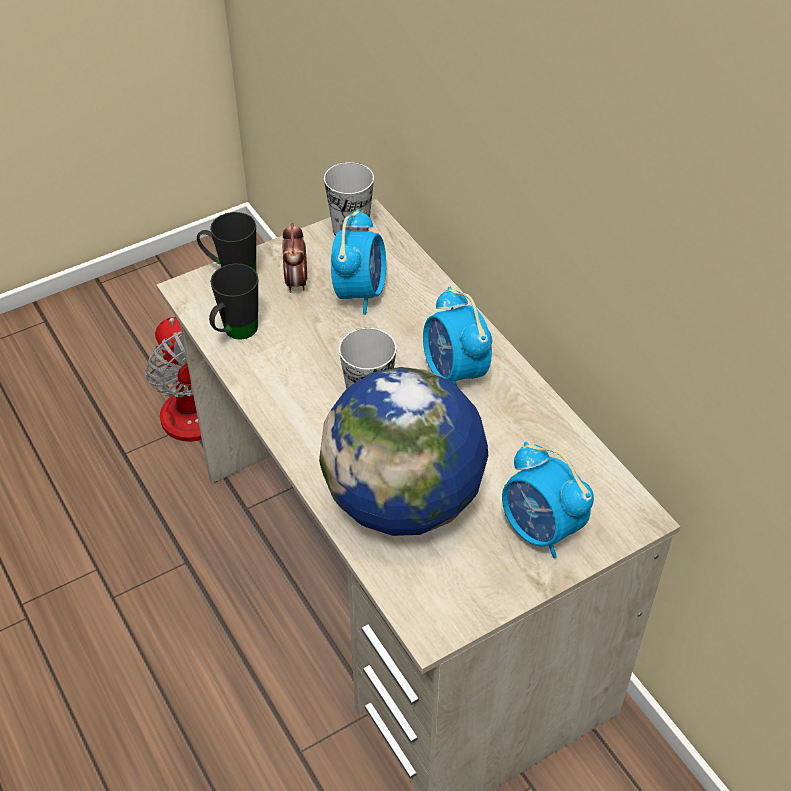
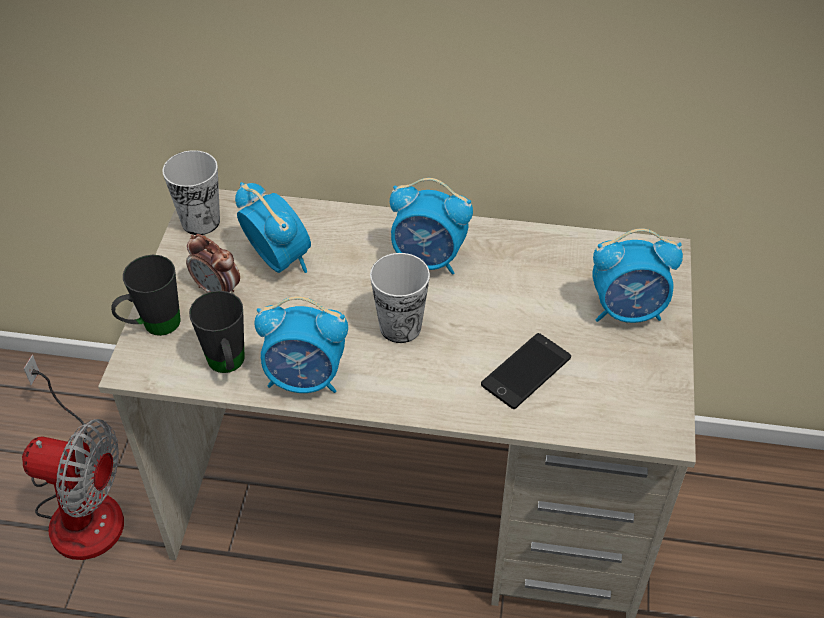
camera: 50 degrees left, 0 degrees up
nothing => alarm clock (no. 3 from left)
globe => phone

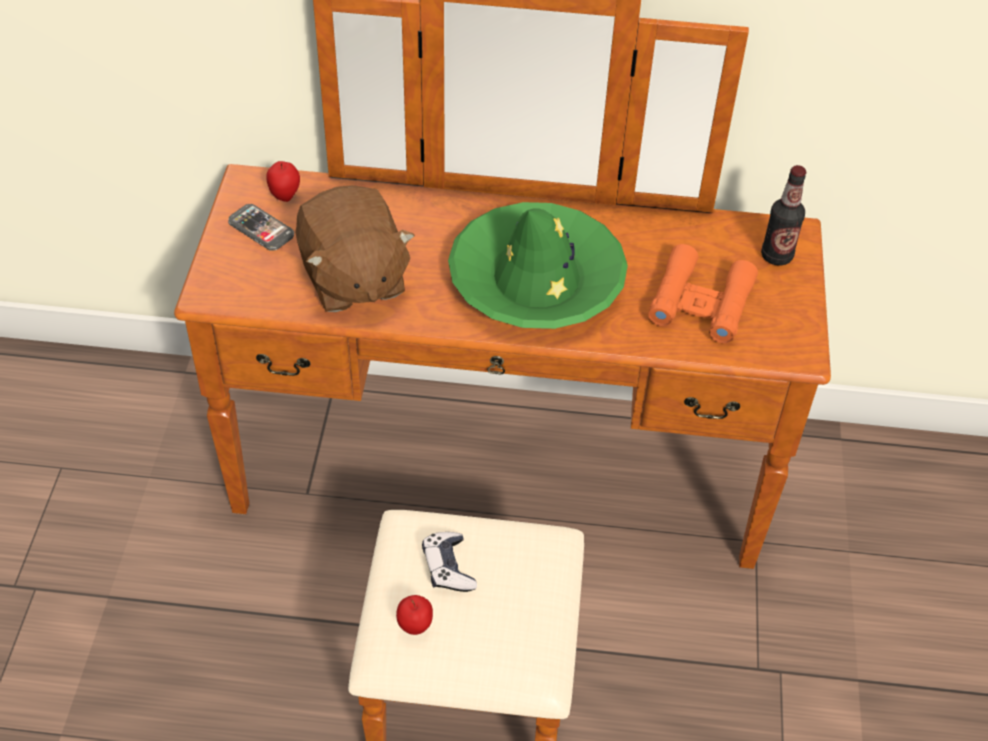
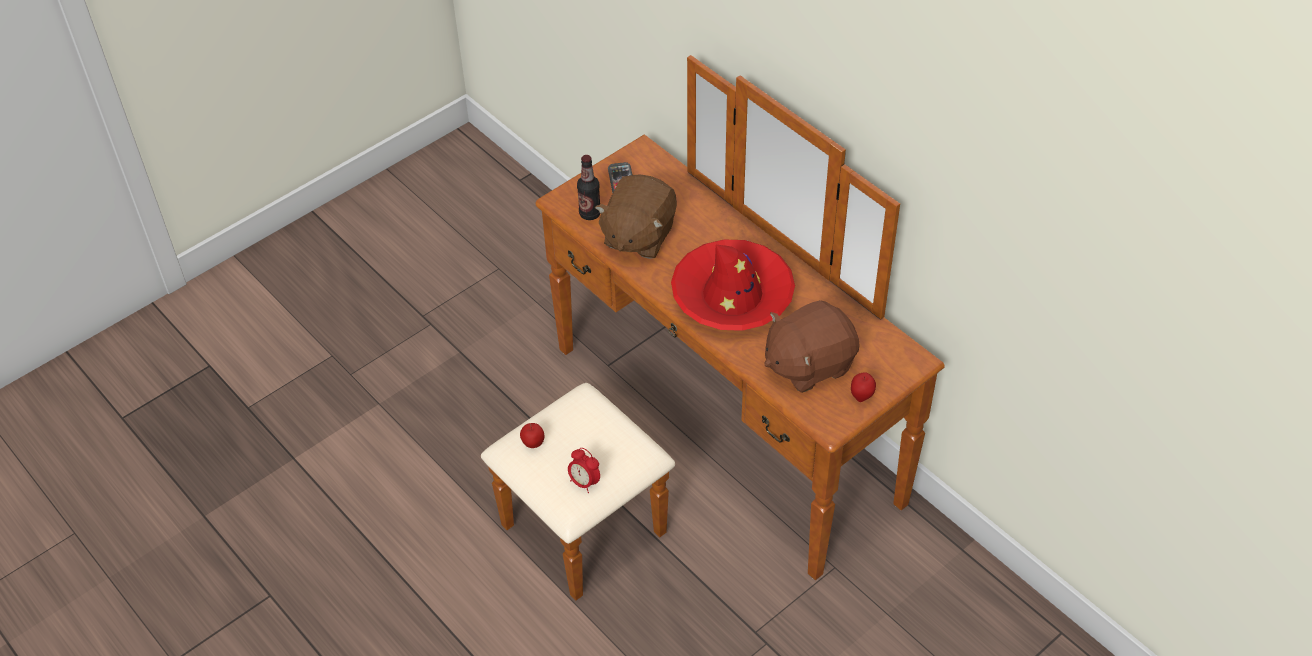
camera: 45 degrees right, 0 degrees up
game controller => nothing
nothing => alarm clock
apple (no. 1 from left in the first image) => apple (no. 2 from left), relocated
bottle, relocated
orange binoculars => brown plush toy (no. 2 from left)
green hat => red hat

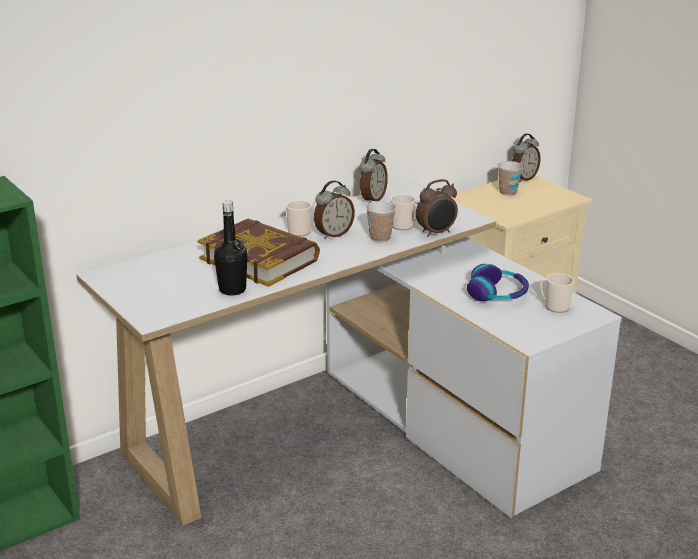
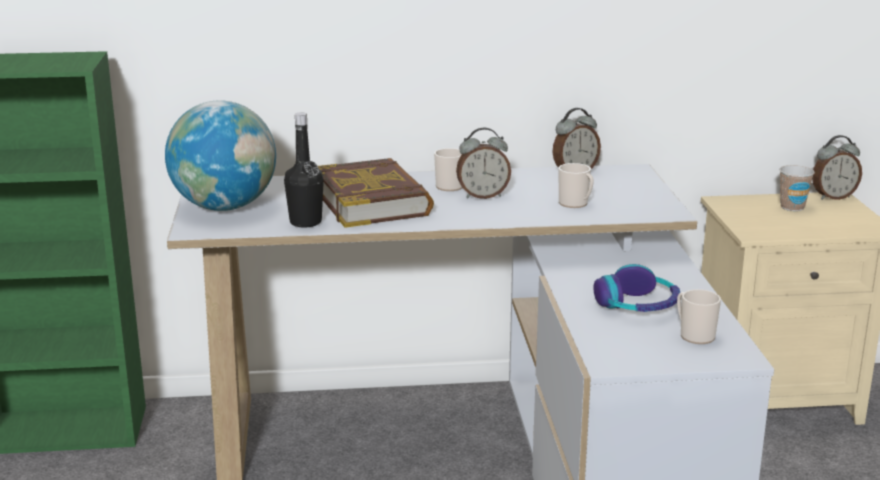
camera: 30 degrees right, 5 degrees down
cup (no. 1 from left) => nothing
alarm clock (no. 3 from left) => nothing
nothing => globe

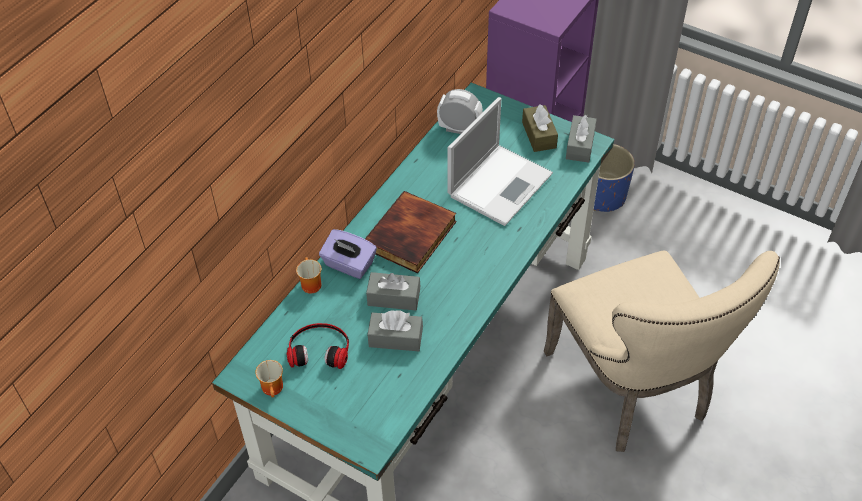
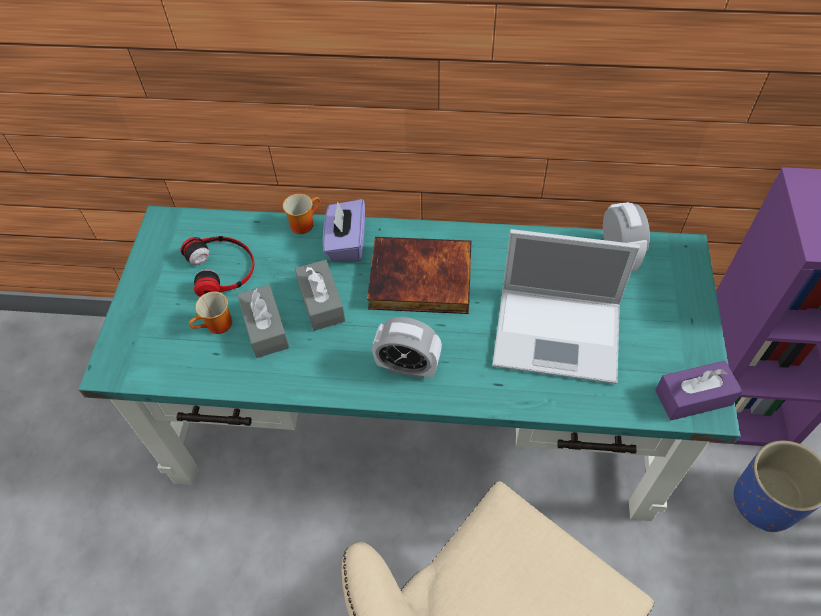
camera: 65 degrees right, 5 degrees up
brown tissue box => nothing
nothing => alarm clock (no. 1 from left)
mug (no. 1 from left), relocated
grey tissue box (no. 3 from left) => purple tissue box (no. 2 from left)

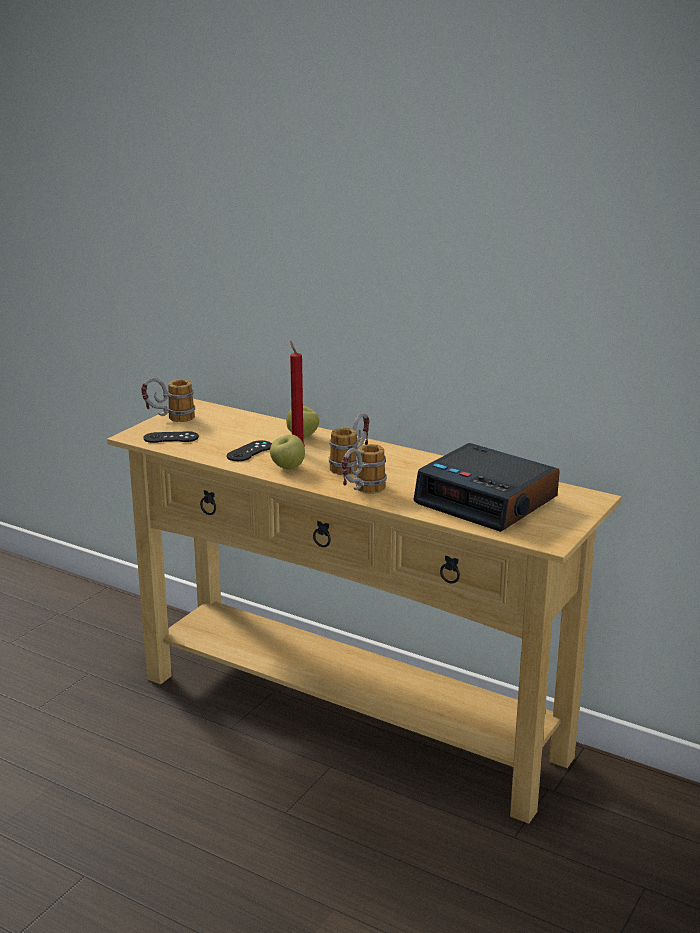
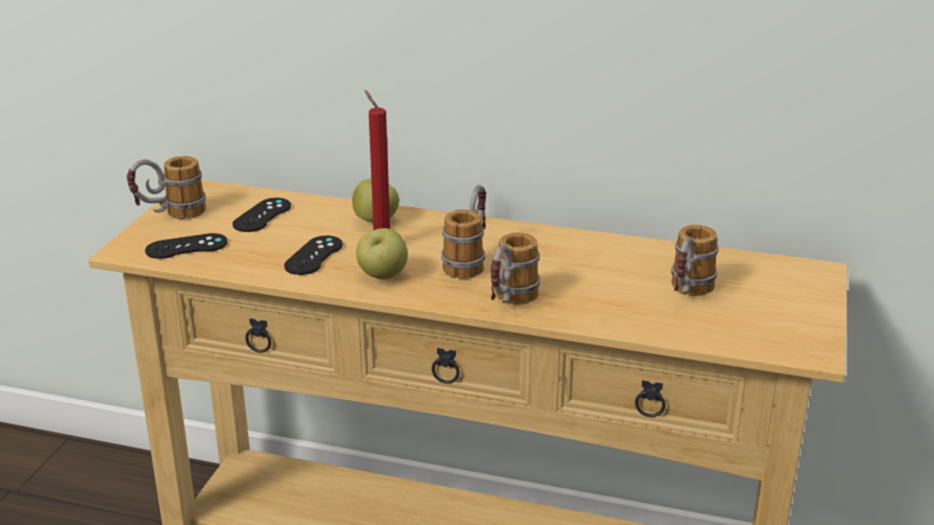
camera: 15 degrees left, 5 degrees up
nothing => black game controller (no. 2 from left)
alarm clock => mug (no. 4 from left)

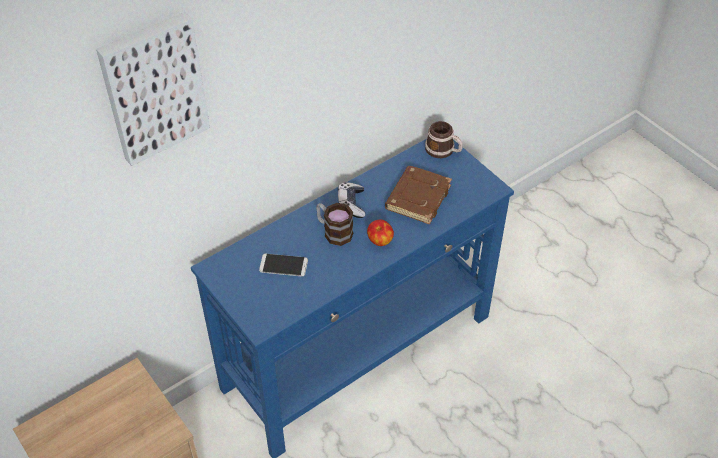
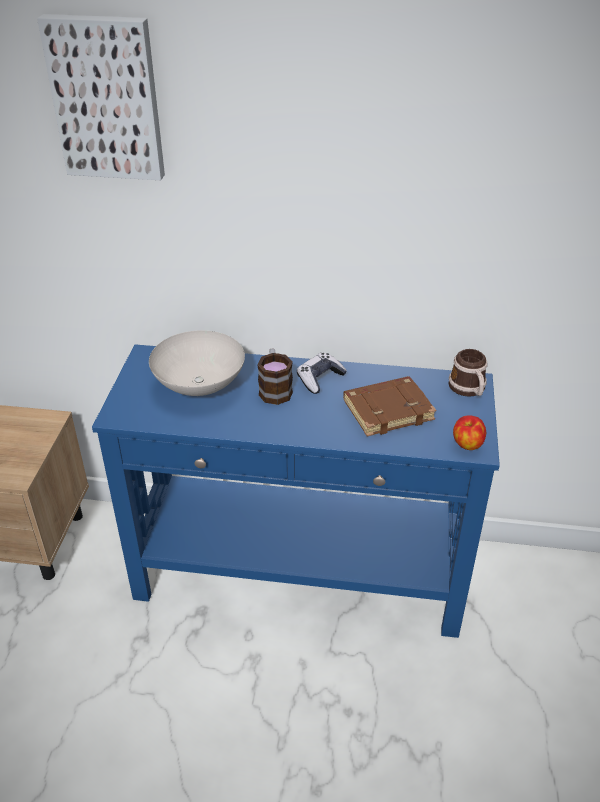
camera: 45 degrees right, 10 degrees down
apple, relocated
phone => white bowl

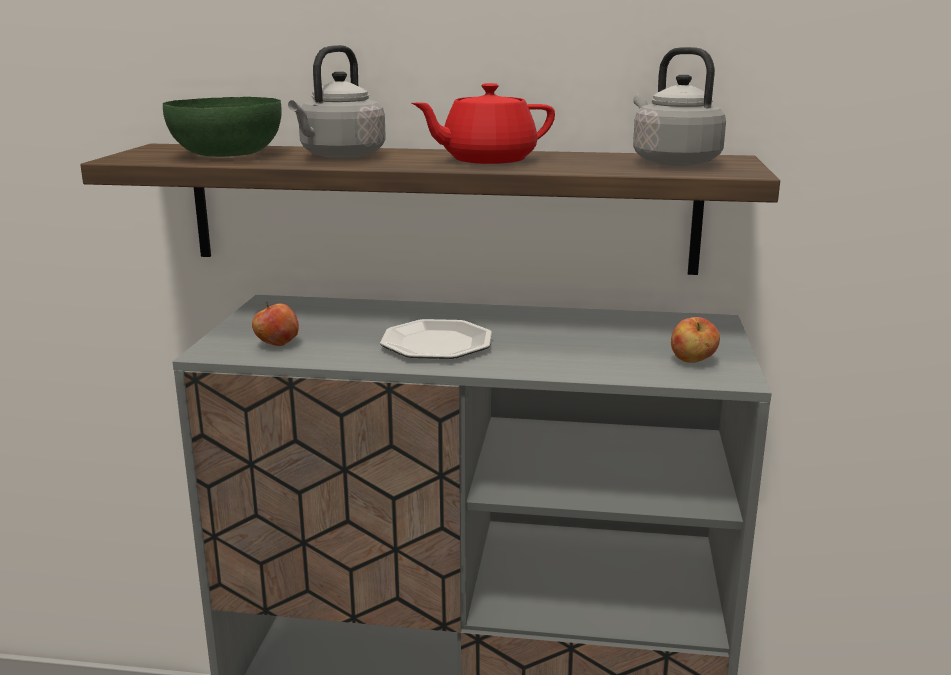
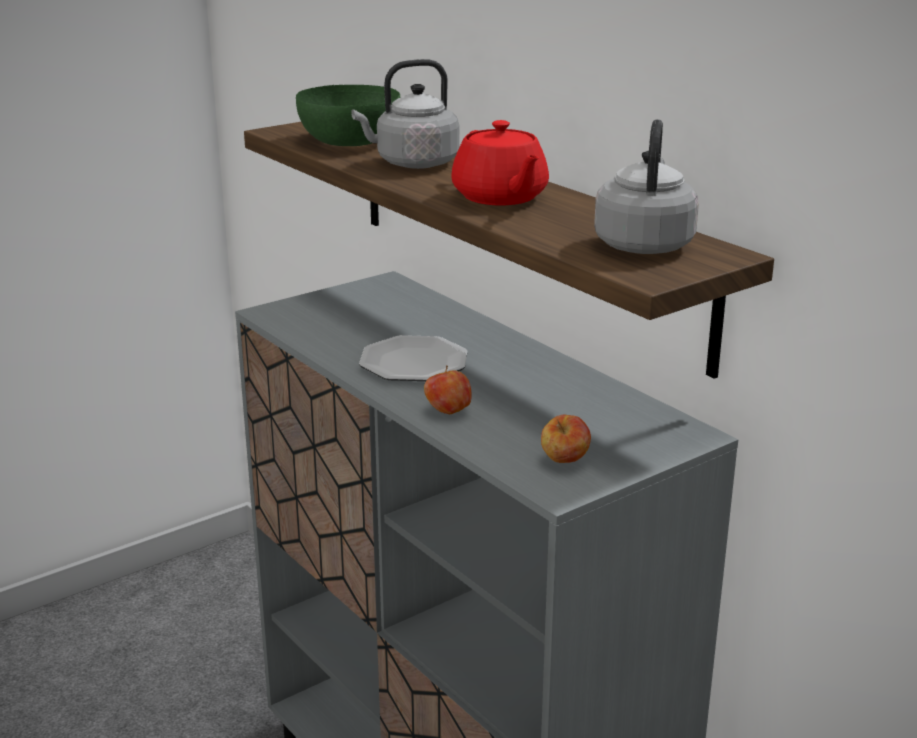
camera: 45 degrees right, 5 degrees up
apple (no. 1 from left), relocated
red teapot, 135 degrees counterclockwise

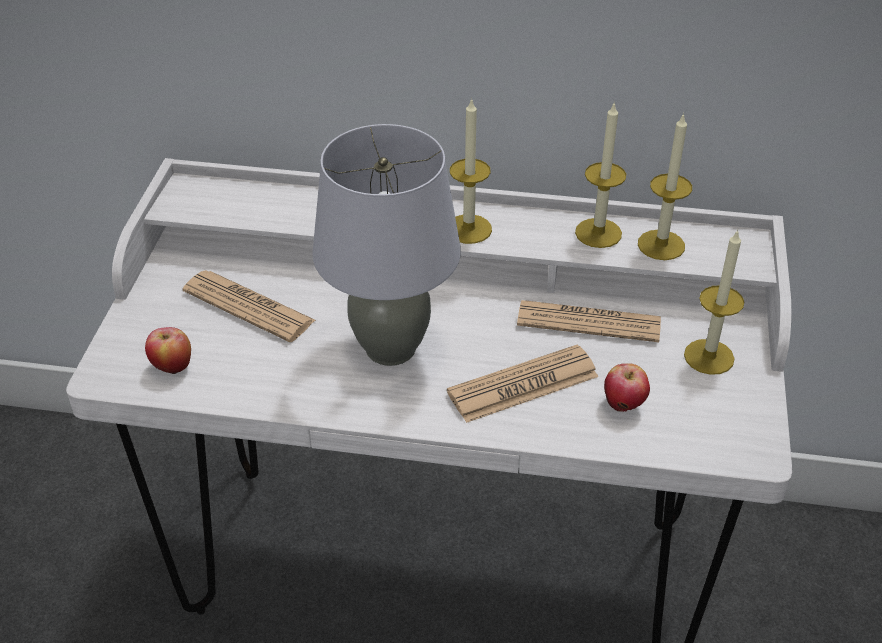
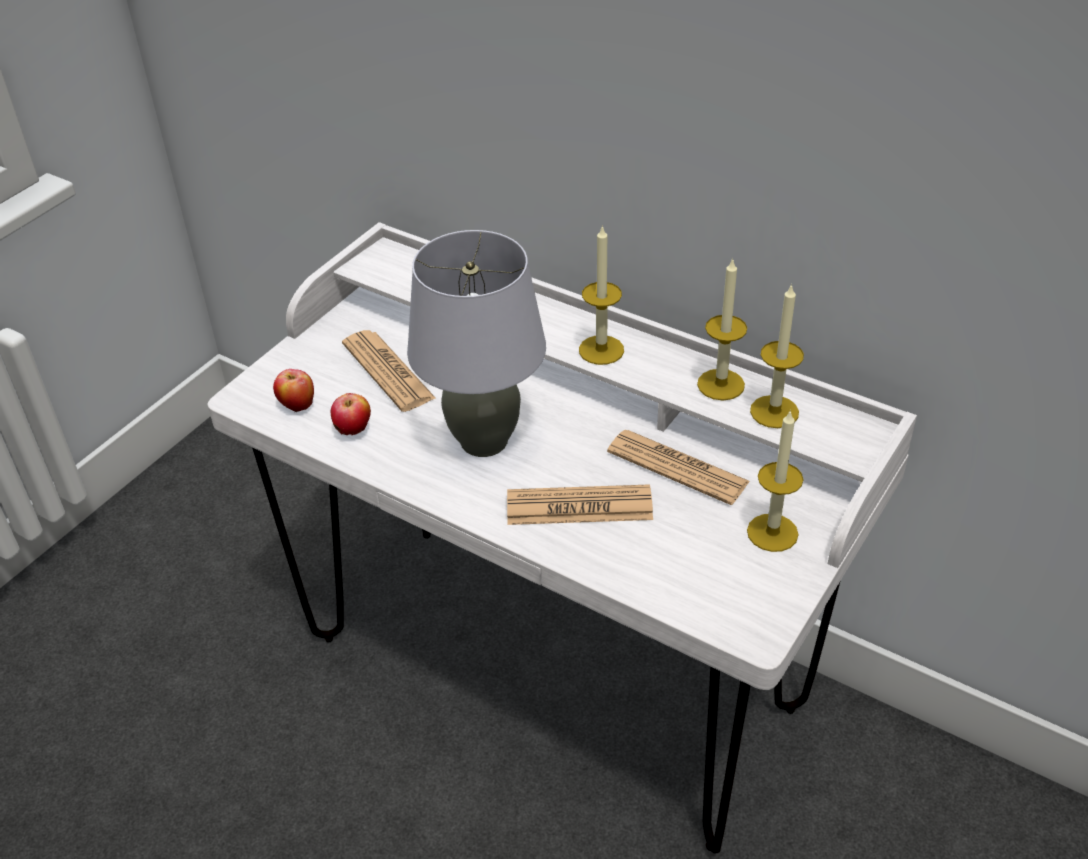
camera: 25 degrees right, 0 degrees up
apple (no. 2 from left), relocated

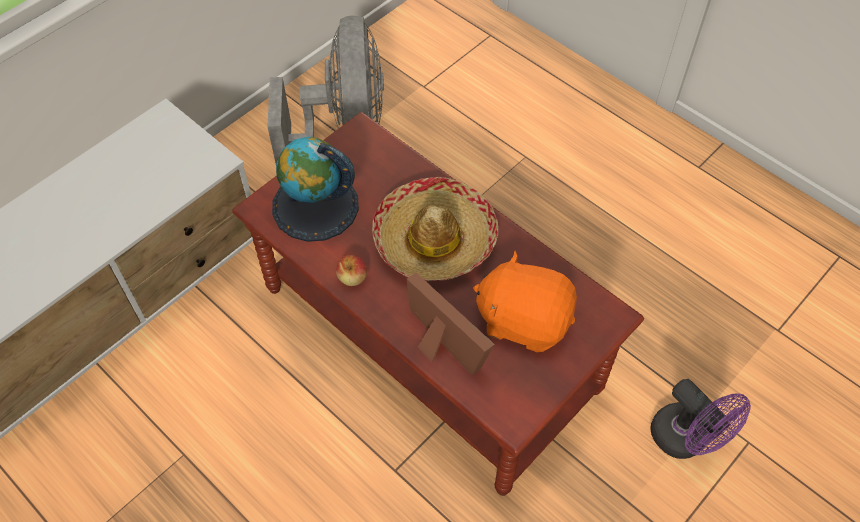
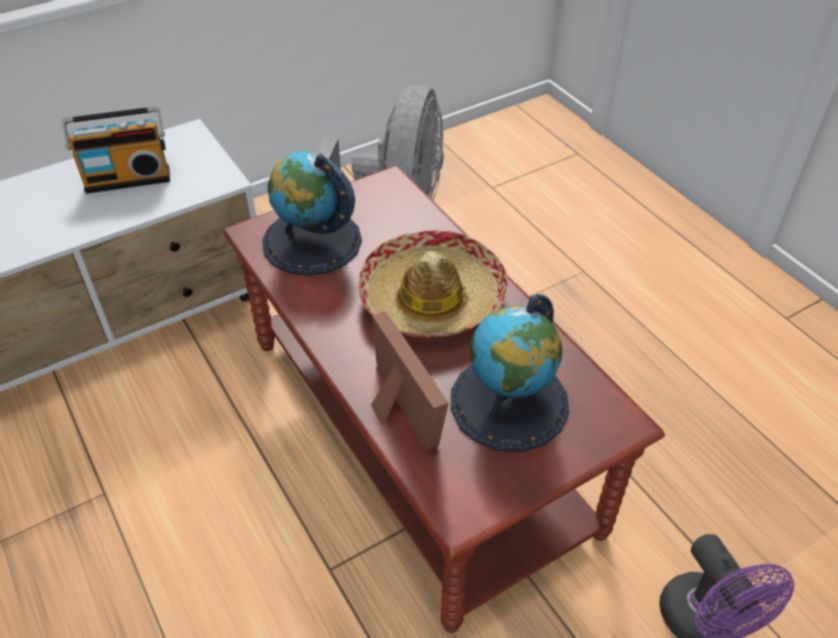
camera: 15 degrees right, 10 degrees down
apple => nothing
nothing => radio
orange plush toy => globe (no. 2 from left)

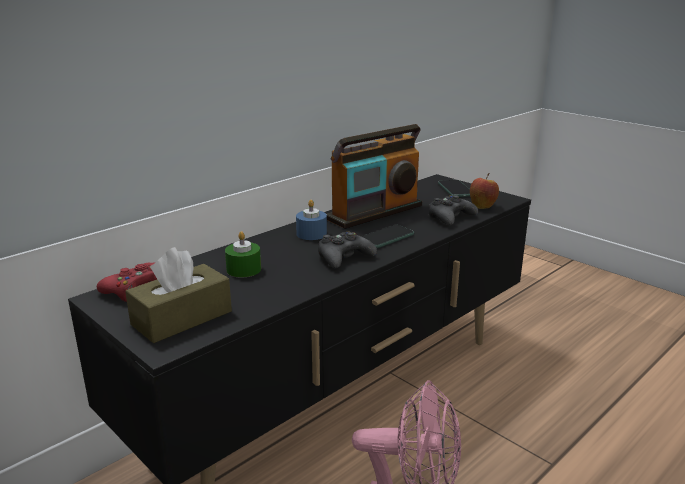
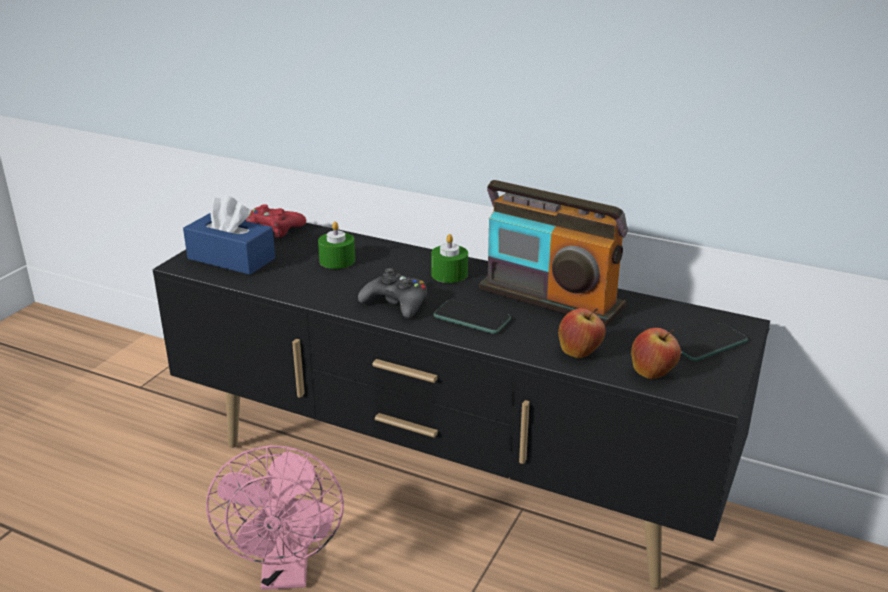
camera: 70 degrees right, 5 degrees up
black game controller (no. 2 from left) => apple (no. 1 from left)
brown tissue box => blue tissue box
blue candle => green candle (no. 2 from left)

